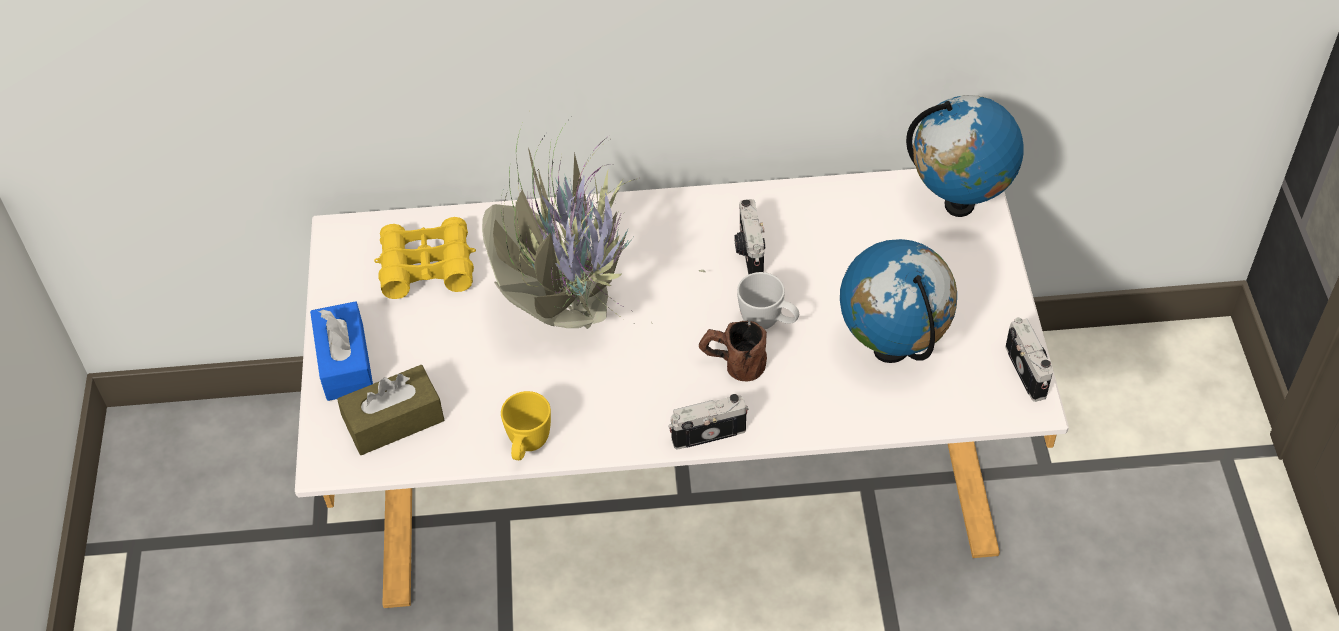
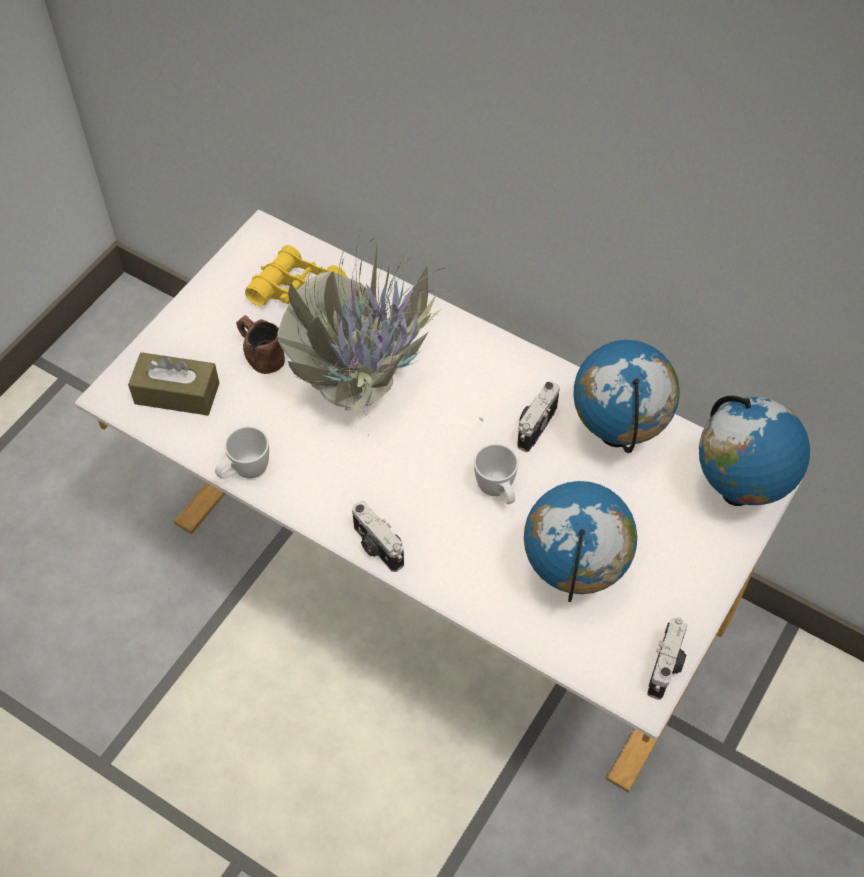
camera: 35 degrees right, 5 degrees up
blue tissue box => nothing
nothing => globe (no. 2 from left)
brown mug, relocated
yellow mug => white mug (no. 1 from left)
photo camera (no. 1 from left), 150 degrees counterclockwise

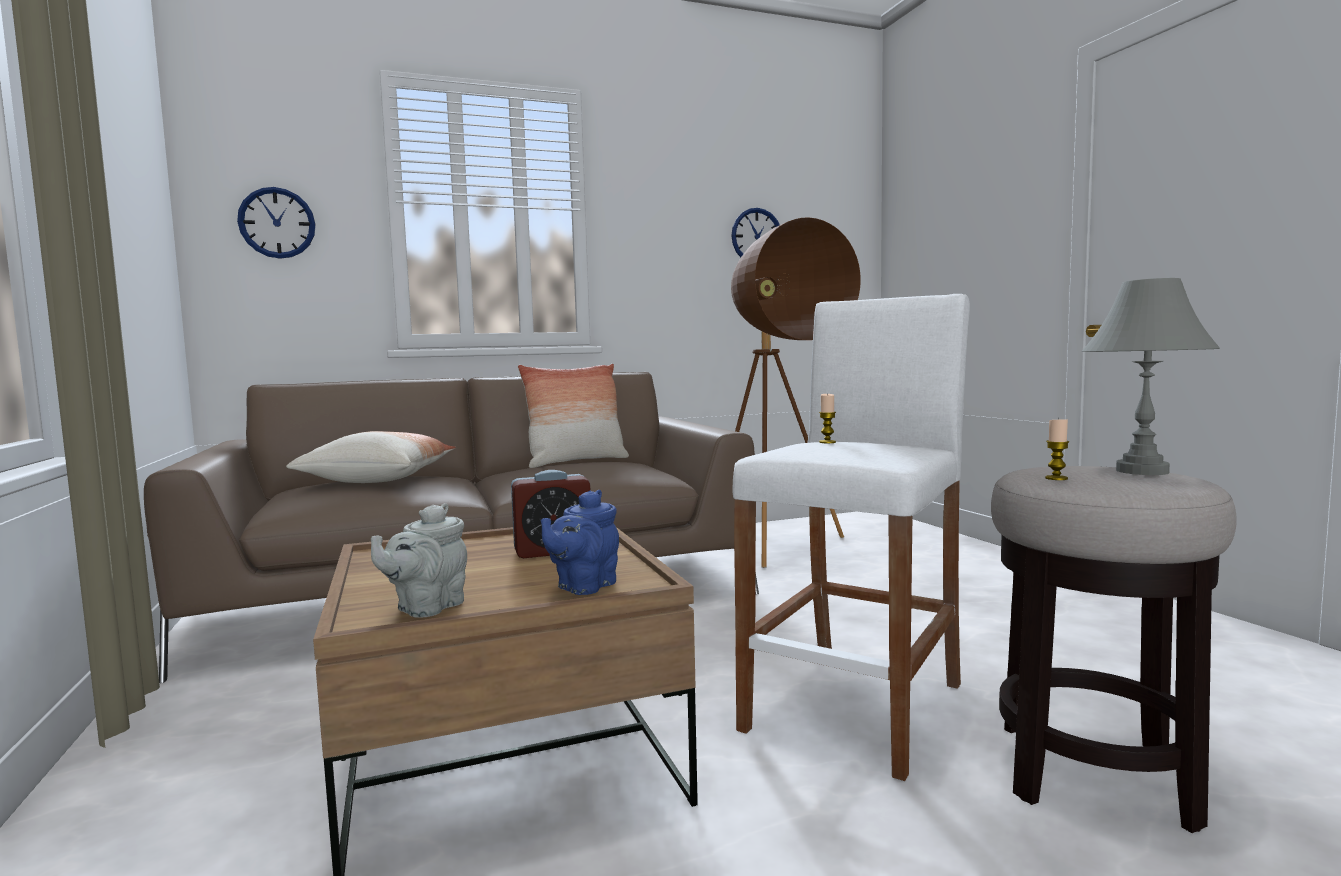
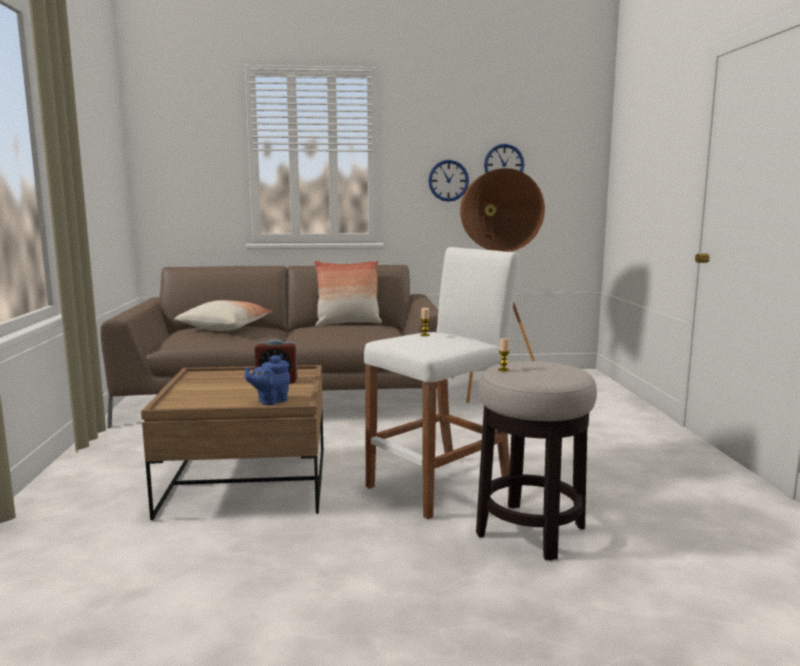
camera: 15 degrees right, 5 degrees up
grey teapot => nothing
grey table lamp => nothing
wall clock (no. 1 from left), relocated

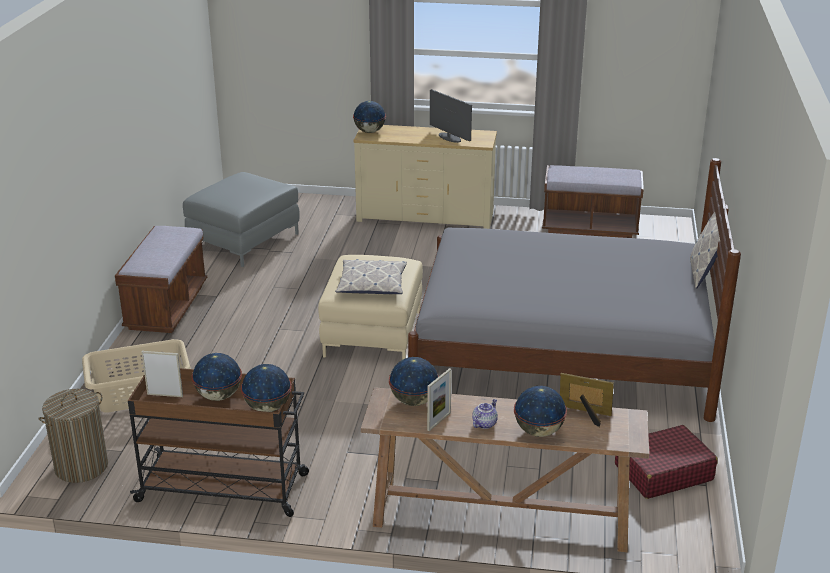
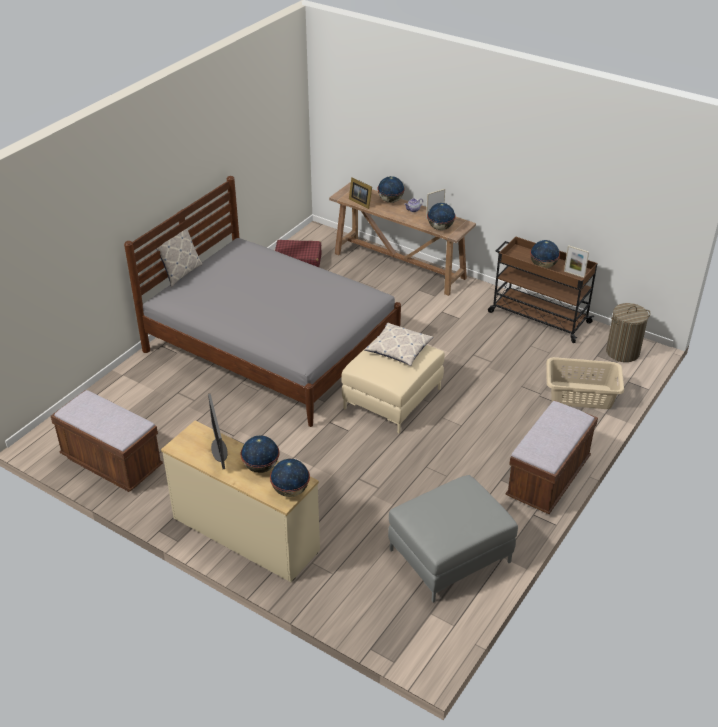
camera: 155 degrees left, 10 degrees up
globe (no. 2 from left in the first image) => globe (no. 1 from left), relocated

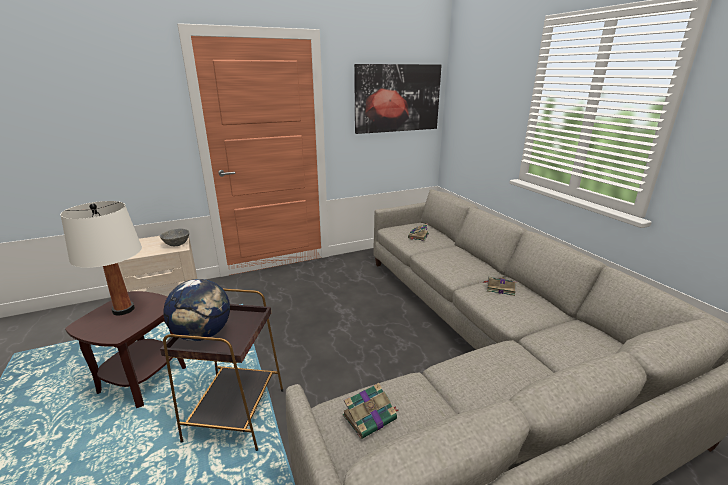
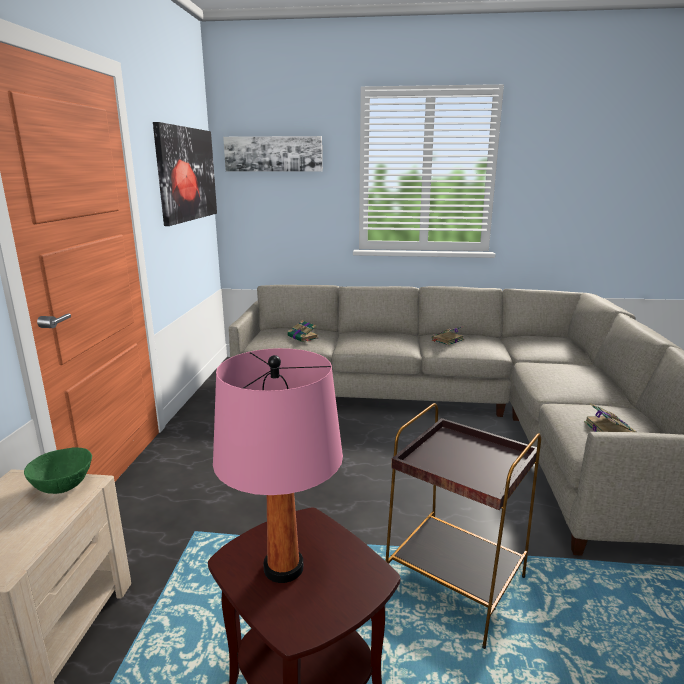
camera: 60 degrees left, 5 degrees down
globe => nothing
nothing => picture (no. 2 from left)
white table lamp => pink table lamp
grey bowl => green bowl

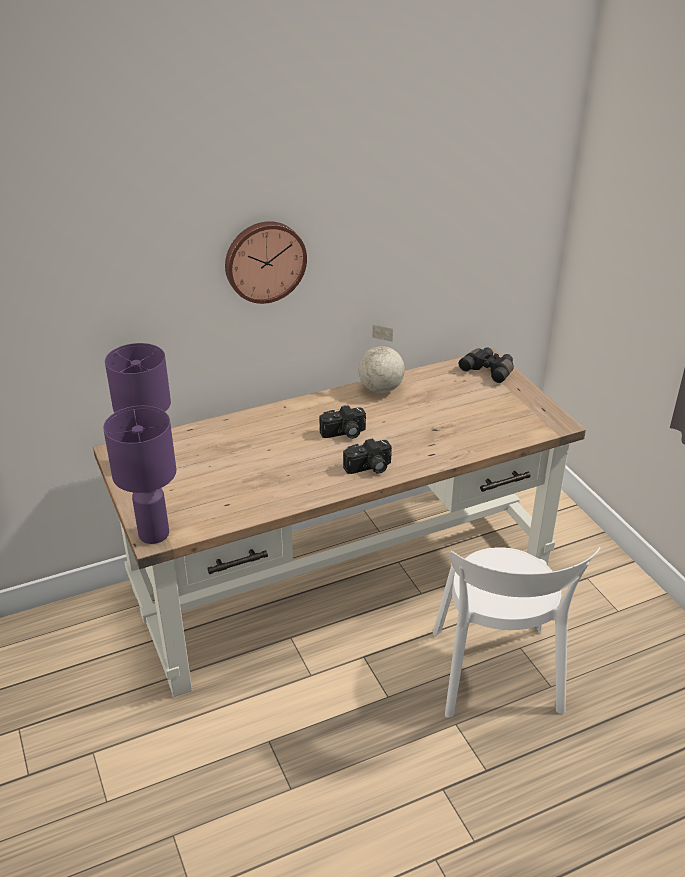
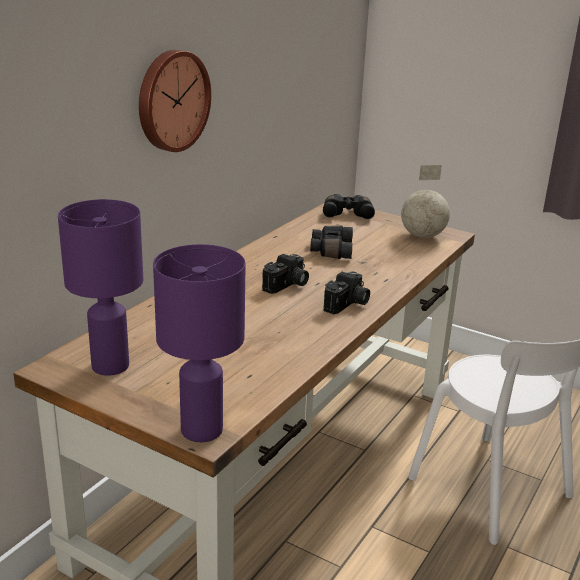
camera: 35 degrees left, 10 degrees down
nothing => black binoculars (no. 1 from left)
globe, relocated

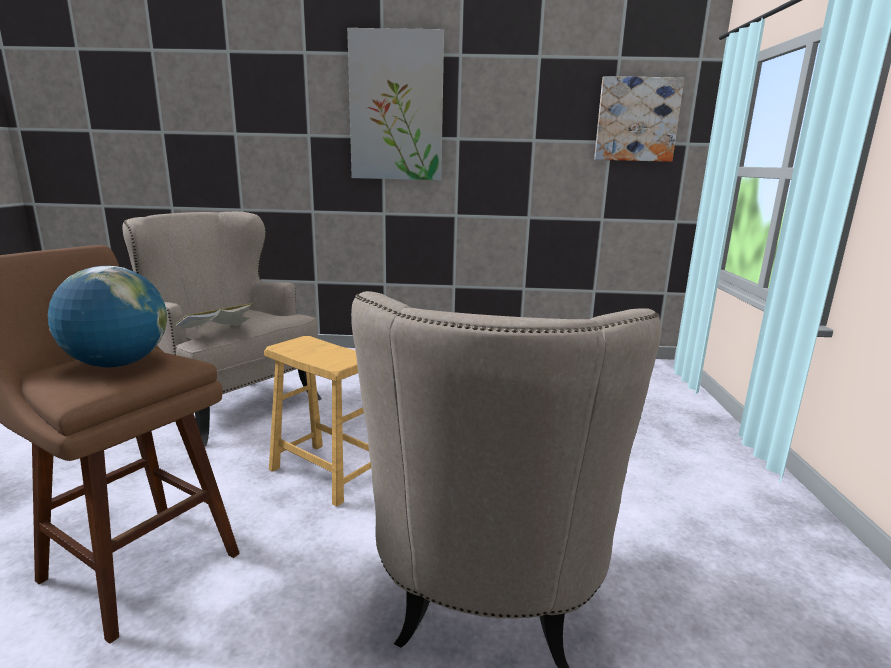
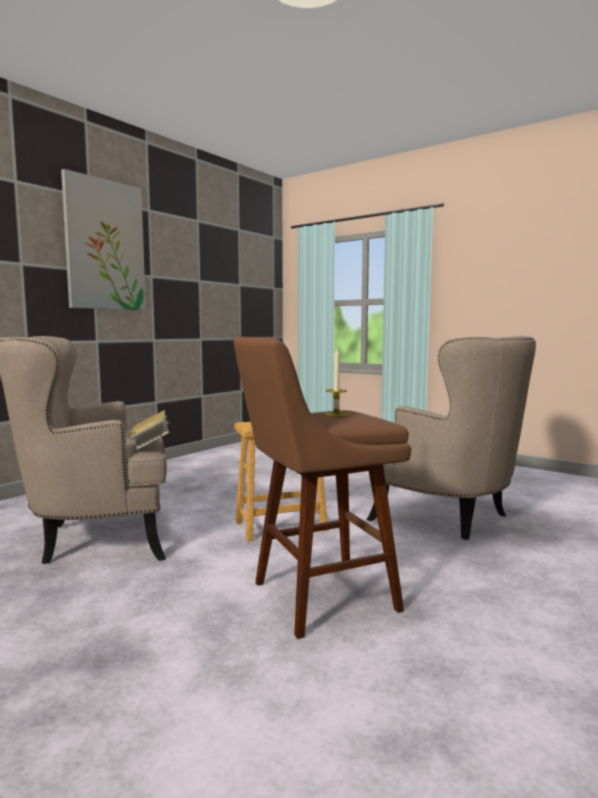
camera: 55 degrees left, 10 degrees down
picture (no. 2 from left) => nothing
globe => candle

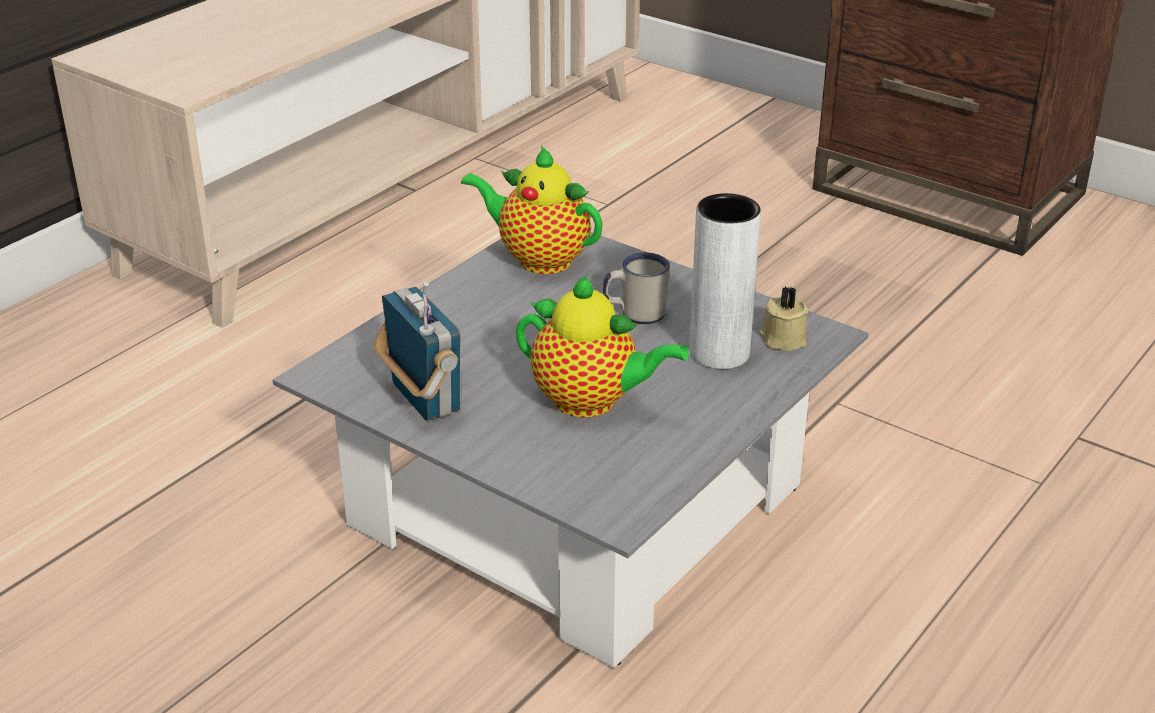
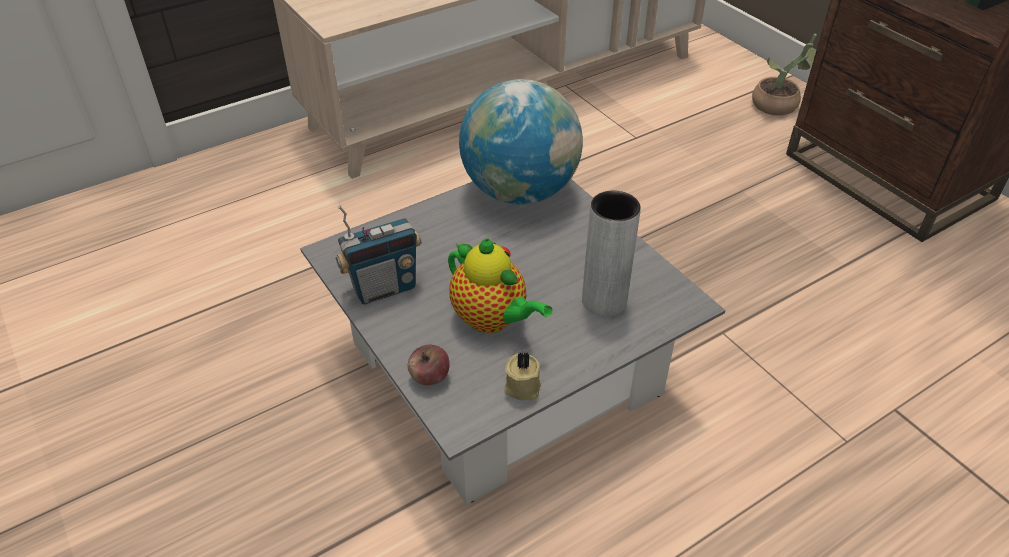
camera: 20 degrees right, 10 degrees up
white mug => nothing
nothing => apple
nothing => potted plant
beige candle, relocated
teapot (no. 1 from left) => globe
radio, 75 degrees clockwise

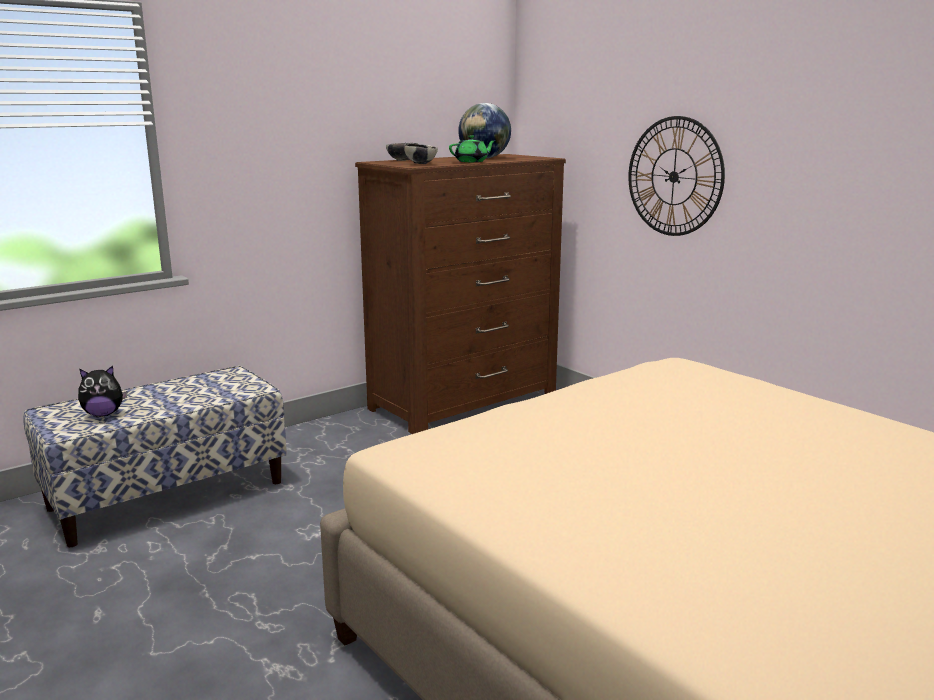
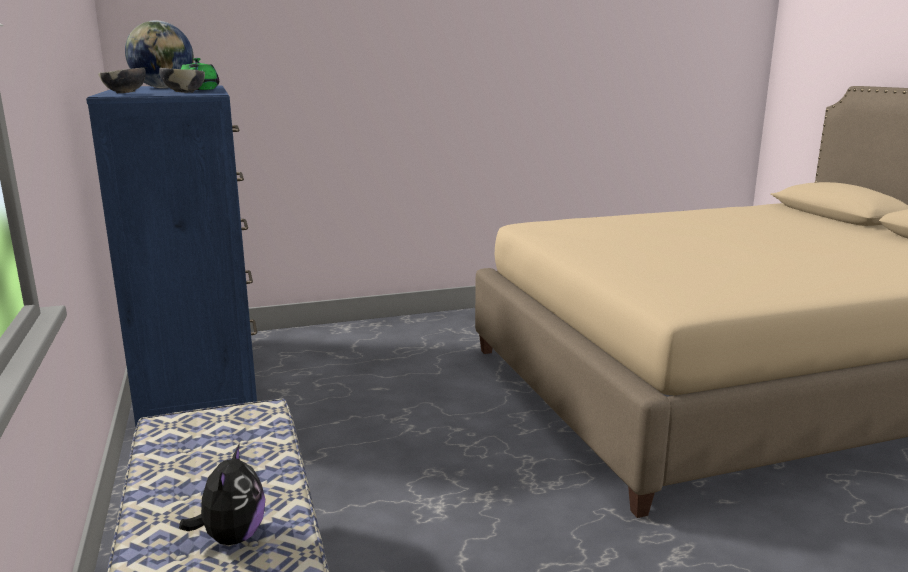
camera: 70 degrees left, 0 degrees up
wall clock => nothing
brown dresser => blue dresser

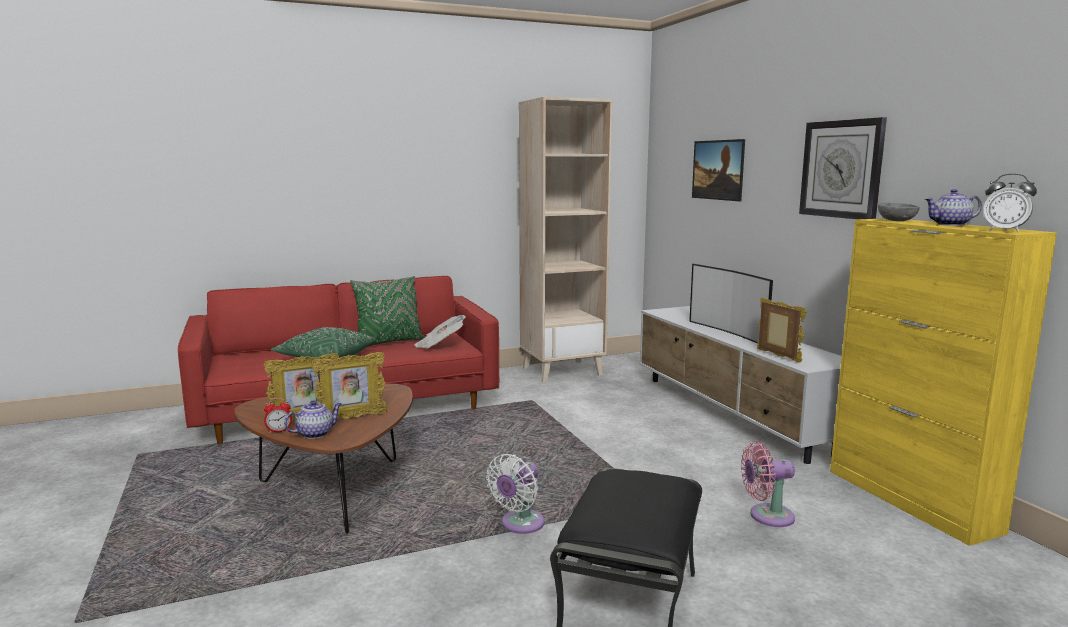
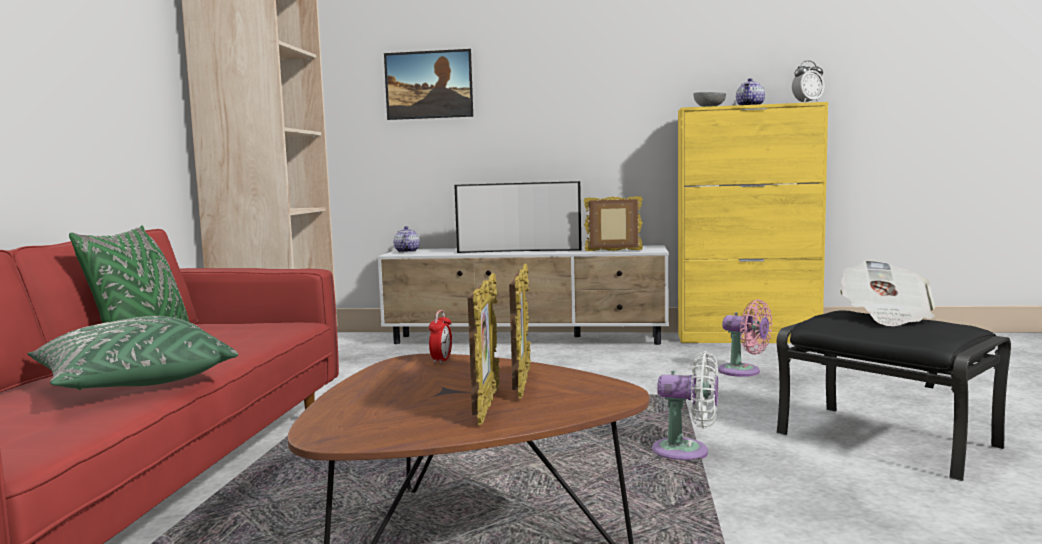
camera: 60 degrees left, 5 degrees down
wall clock => nothing
alarm clock (no. 1 from left), relocated
teapot (no. 1 from left), relocated
newspaper, relocated
white fan, 45 degrees counterclockwise
pink fan, 75 degrees counterclockwise

